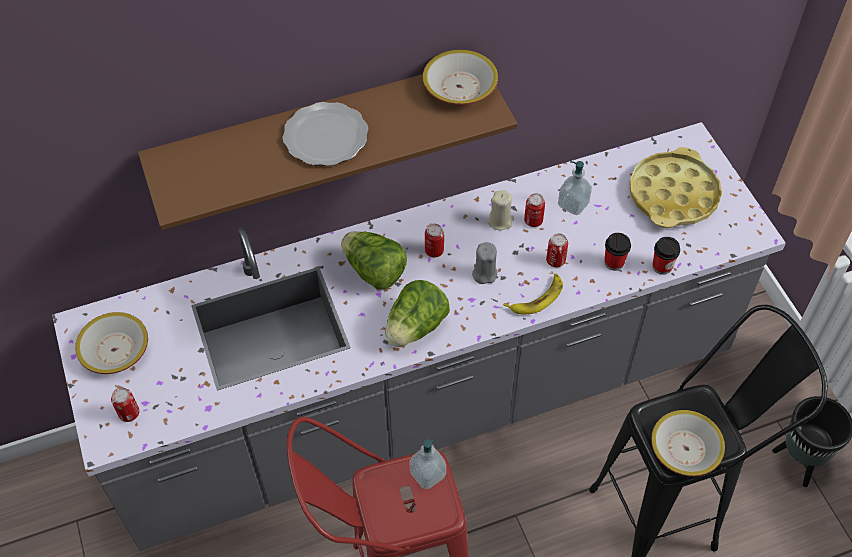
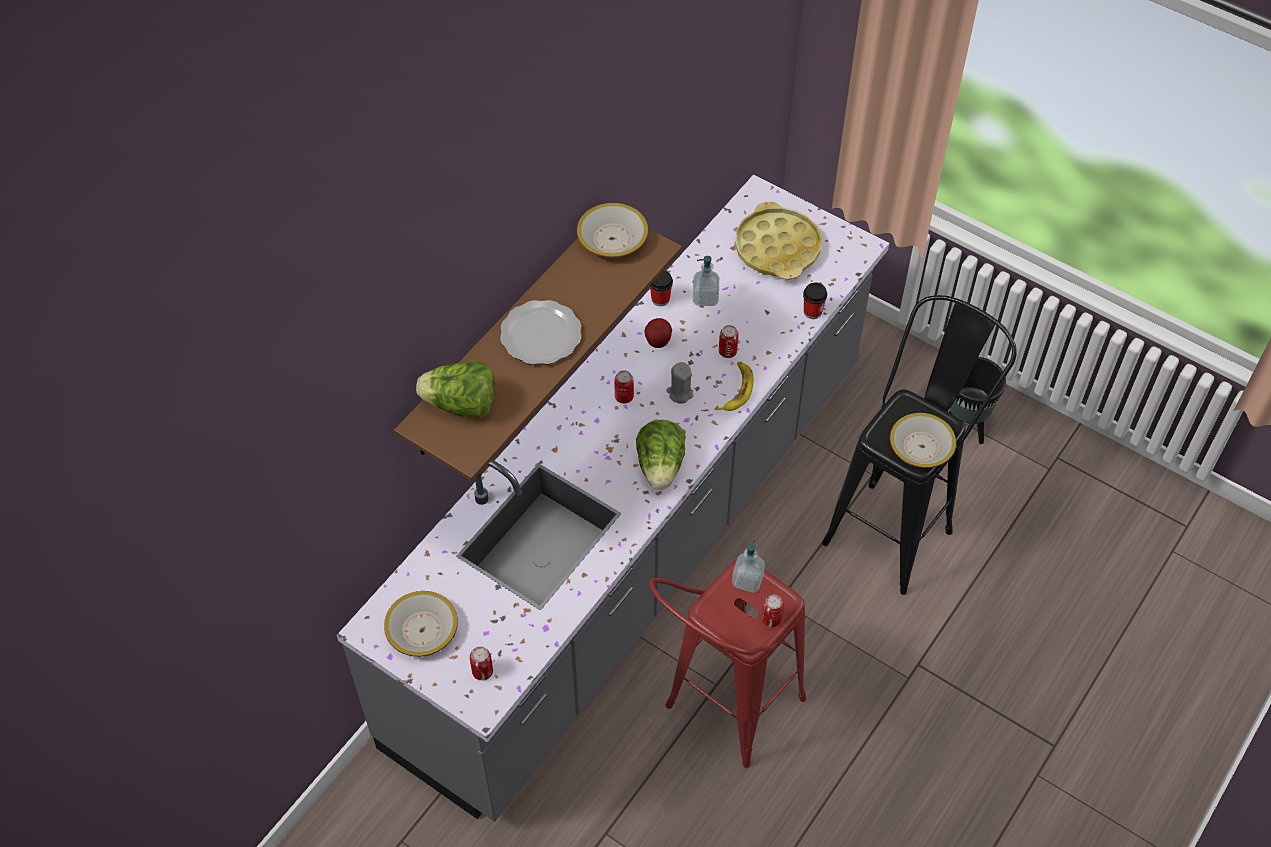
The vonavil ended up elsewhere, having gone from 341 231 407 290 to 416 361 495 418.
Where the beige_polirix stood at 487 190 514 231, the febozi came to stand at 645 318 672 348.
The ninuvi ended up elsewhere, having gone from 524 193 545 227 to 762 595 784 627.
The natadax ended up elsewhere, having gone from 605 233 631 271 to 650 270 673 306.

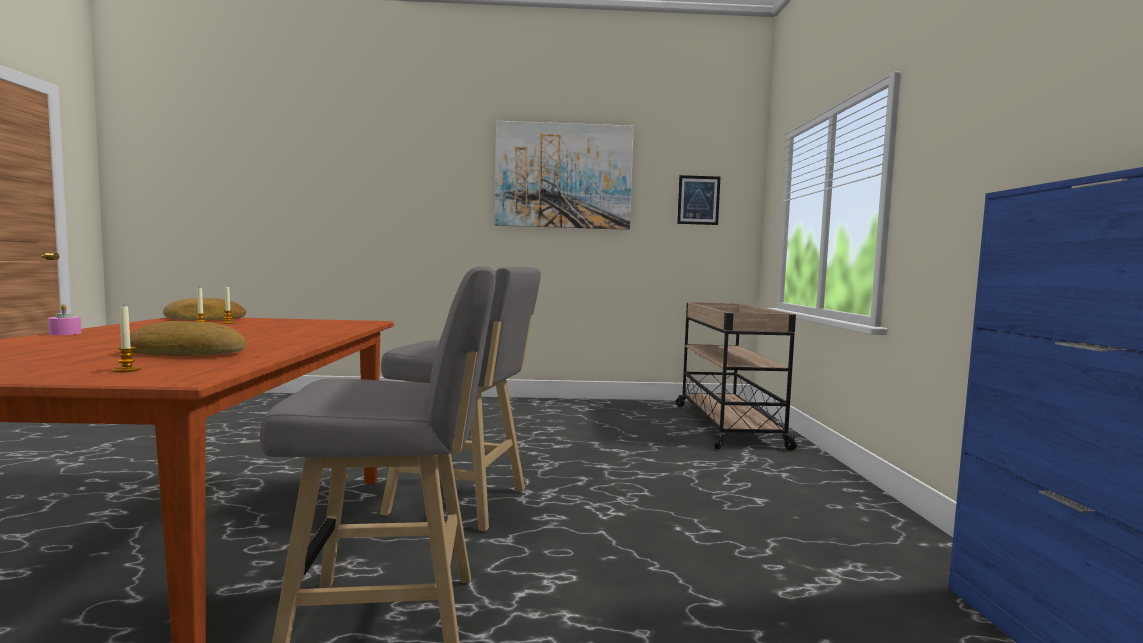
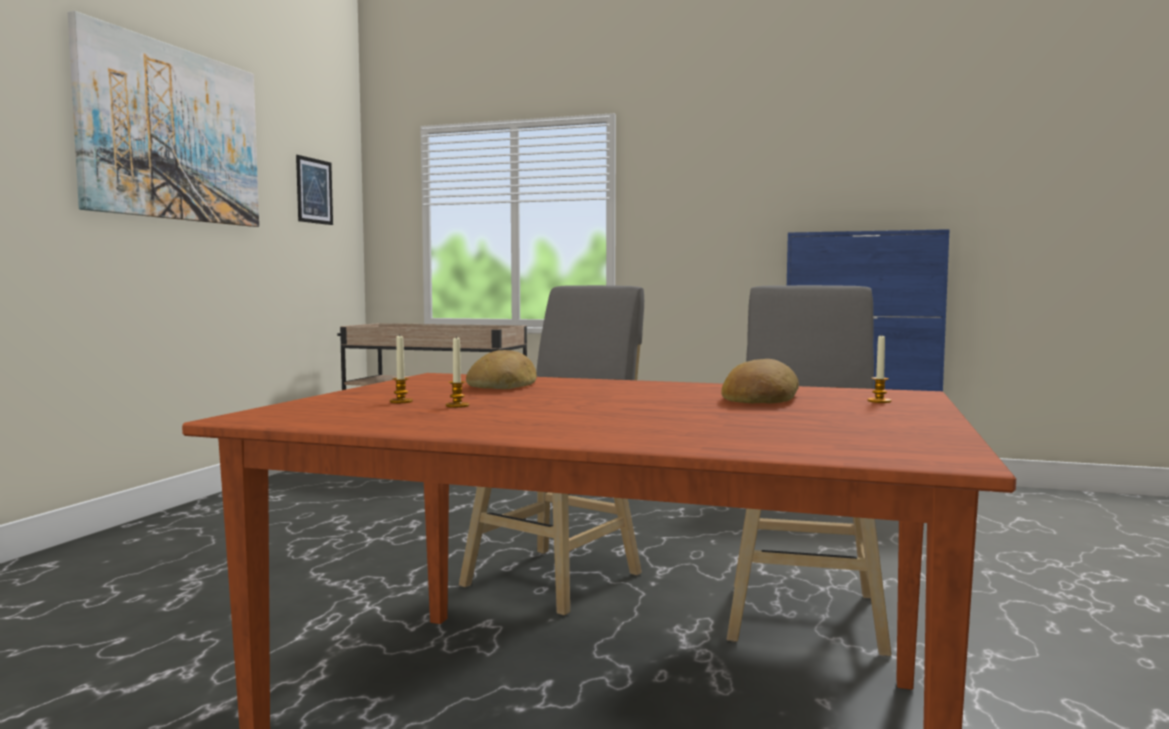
The second view lost the pink_polirix at 48 304 81 335.
The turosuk ended up elsewhere, having gone from 163 298 246 320 to 466 350 537 389.

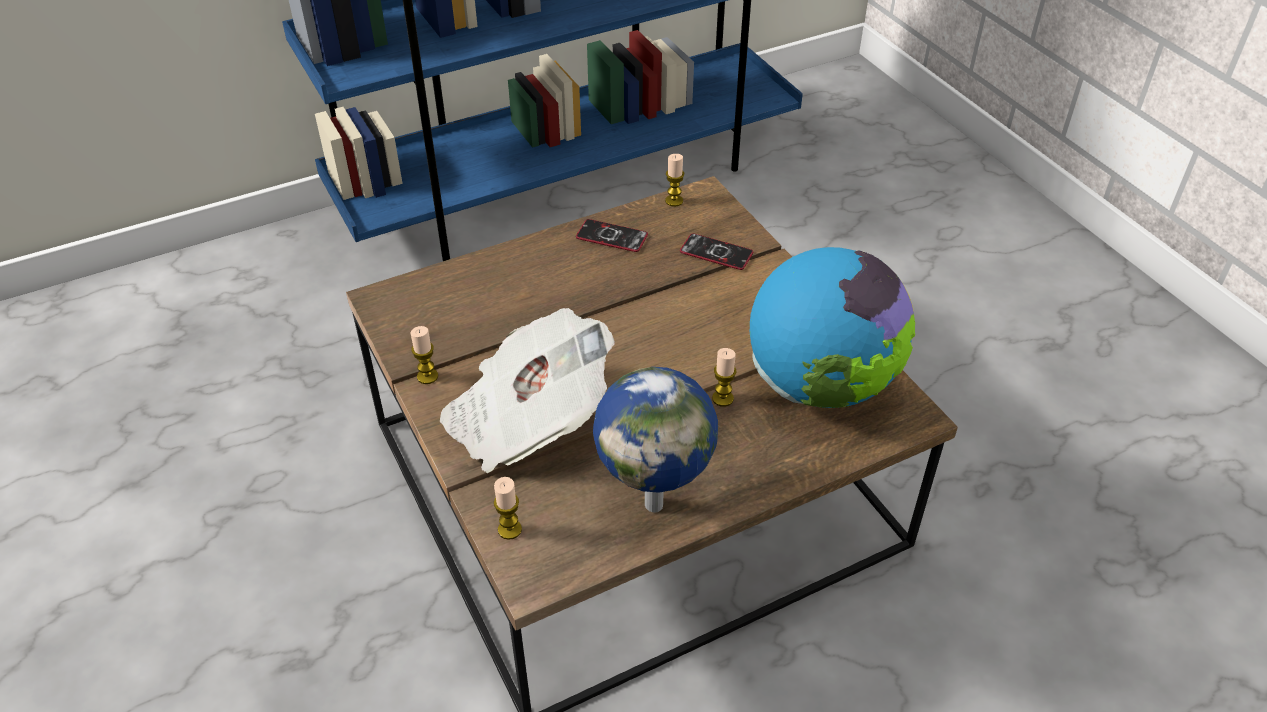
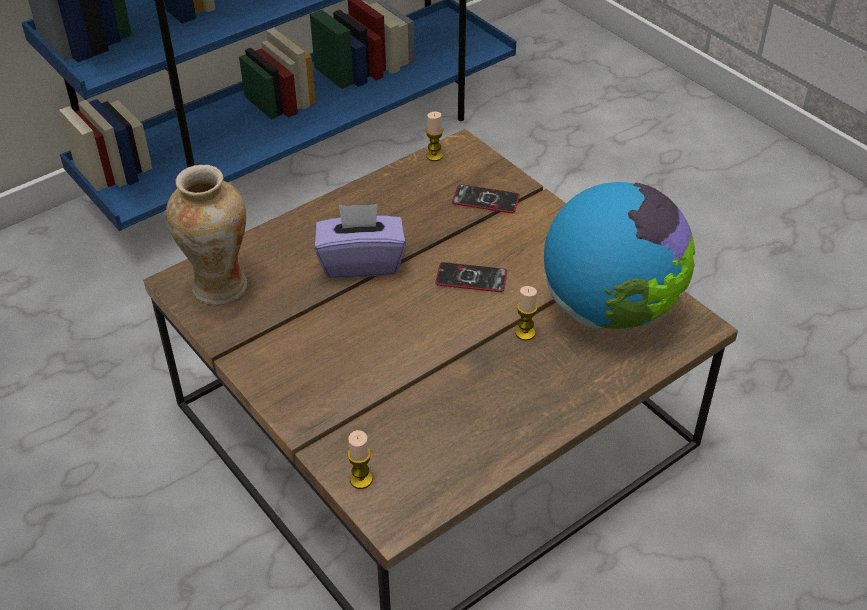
The second view lost the polirix at 411 326 438 384.
The second view lost the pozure at 440 308 615 473.
The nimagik ended up elsewhere, having gone from 576 219 648 252 to 435 262 507 292.
The second view lost the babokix at 593 367 718 512.
The second view gained the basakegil at 166 165 247 305.
The second view gained the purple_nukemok at 315 204 406 278.

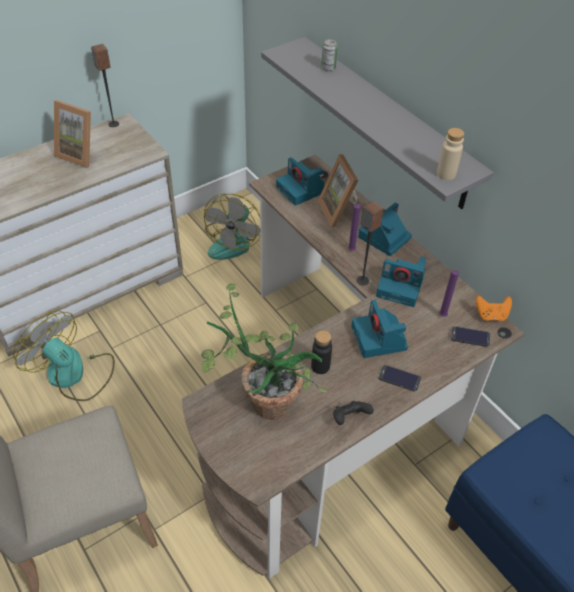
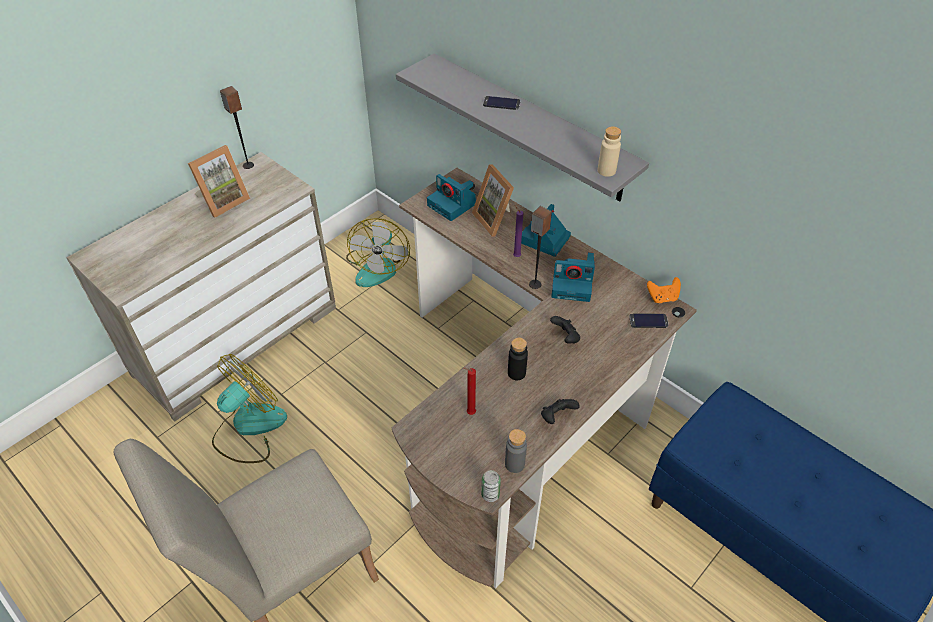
The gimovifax at 13 310 115 401 ended up facing another way, 105 degrees clockwise from before.
The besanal at 54 100 91 168 ended up facing another way, 60 degrees counterclockwise from before.
Where the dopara stood at 201 283 328 420, the red_polirix came to stand at 464 368 476 415.
The ninuvi ended up elsewhere, having gone from 321 39 338 71 to 481 470 501 502.
Where the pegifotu stood at 351 300 408 358, the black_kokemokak came to stand at 550 316 580 344.
The nimagik ended up elsewhere, having gone from 378 365 421 392 to 483 96 520 110.
The second view lost the purple_polirix at 439 270 459 317.
The second view gained the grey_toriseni at 505 429 527 473.

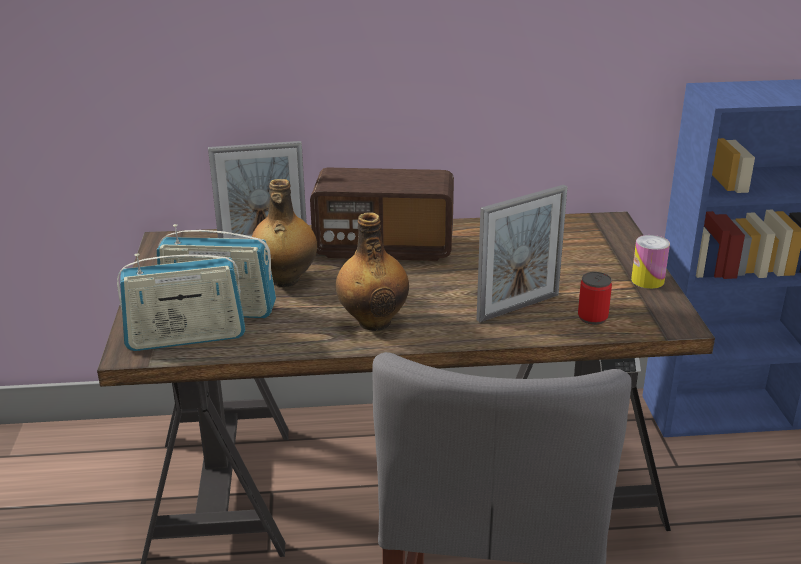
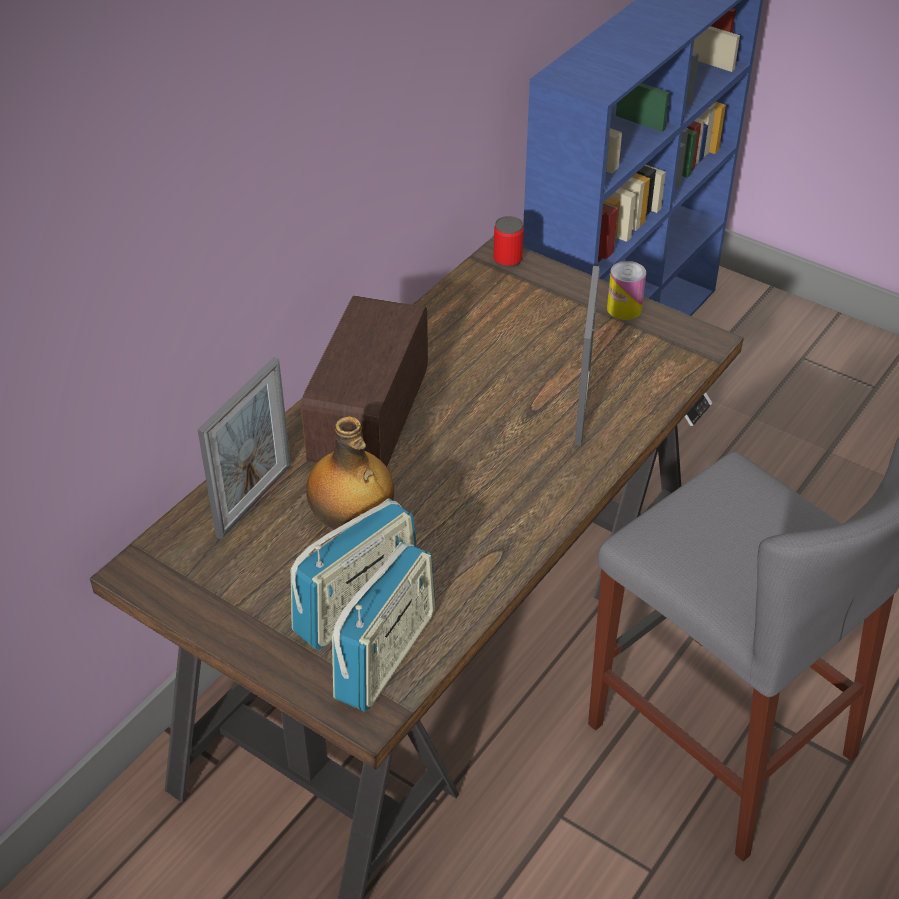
The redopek at 310 168 454 261 ended up facing another way, 150 degrees clockwise from before.
The second view lost the toriseni at 335 212 409 331.
The ninuvi ended up elsewhere, having gone from 578 272 612 325 to 494 216 524 268.

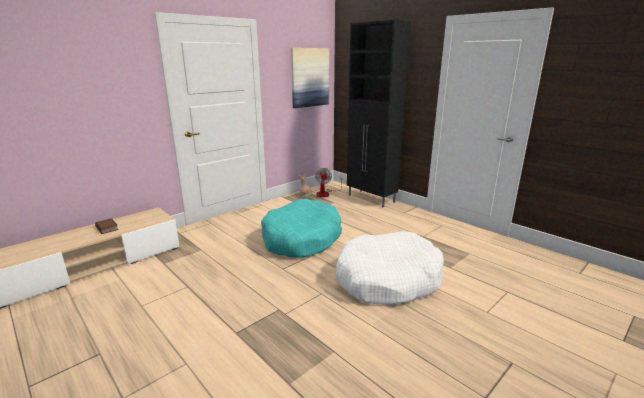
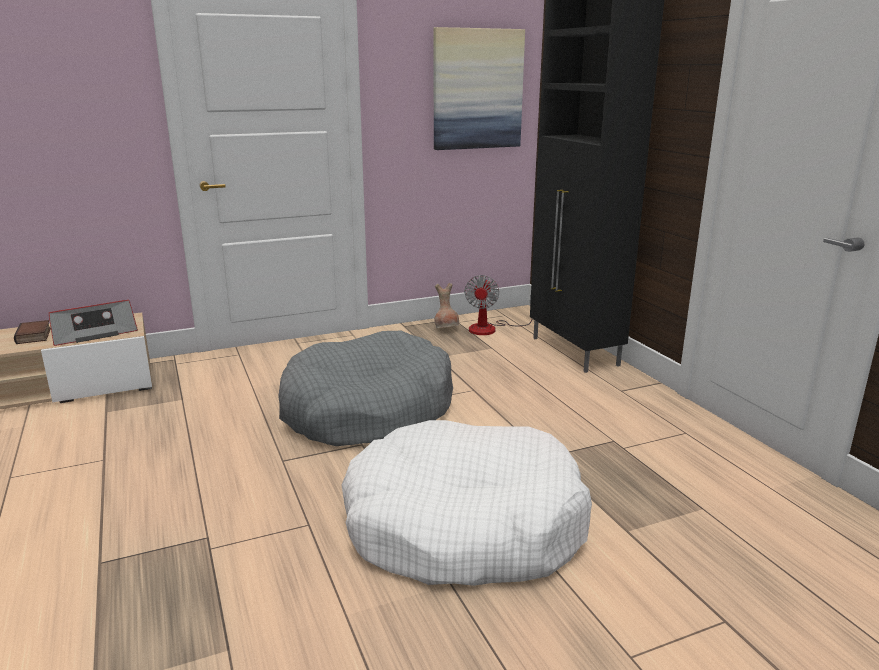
What was the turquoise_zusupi at 261 199 342 258 turned into the grey_zusupi at 278 331 453 446.
The second view gained the redopek at 49 300 138 346.

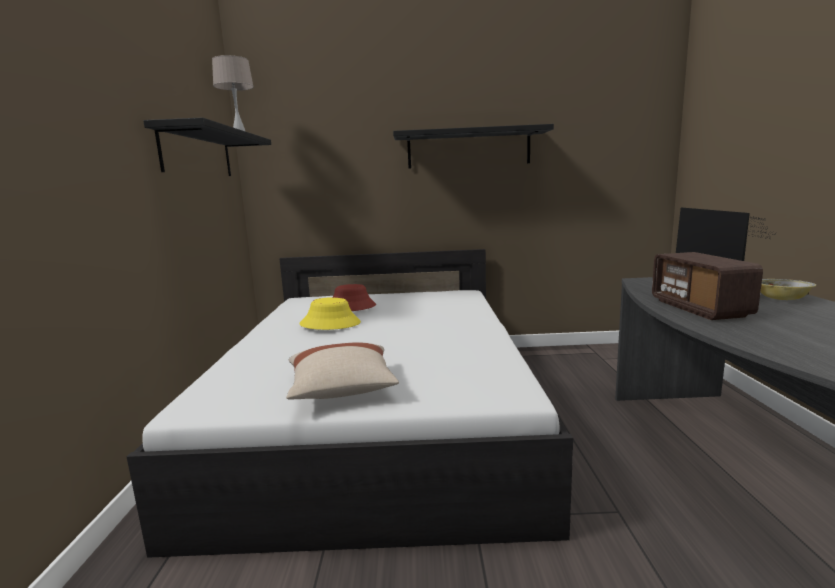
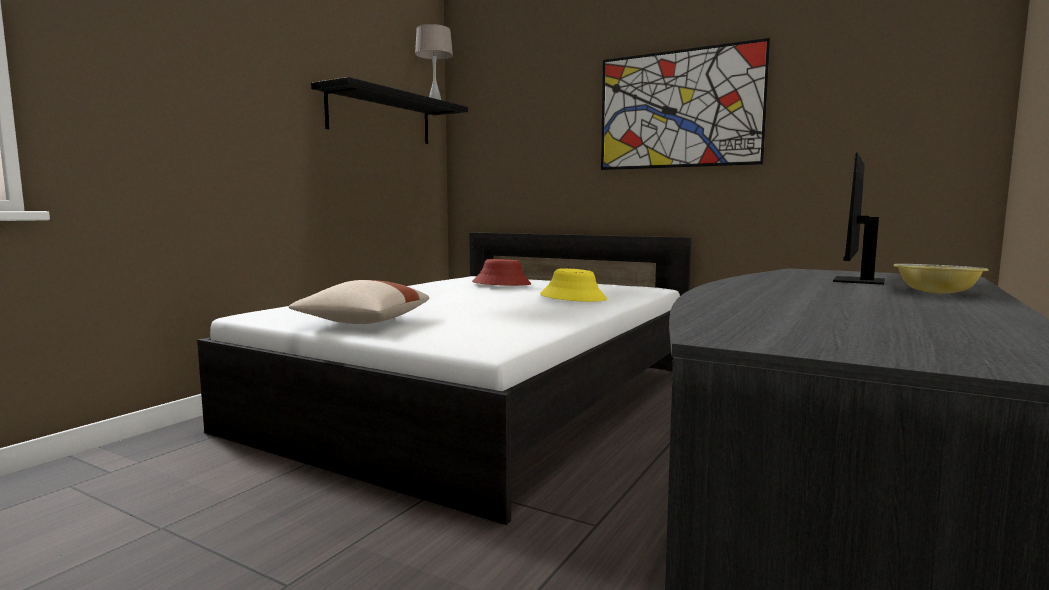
The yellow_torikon ended up elsewhere, having gone from 299 297 361 330 to 540 268 607 302.
Where the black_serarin hung at 393 124 554 169, the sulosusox came to hang at 601 38 770 170.
The second view lost the redopek at 652 252 763 320.

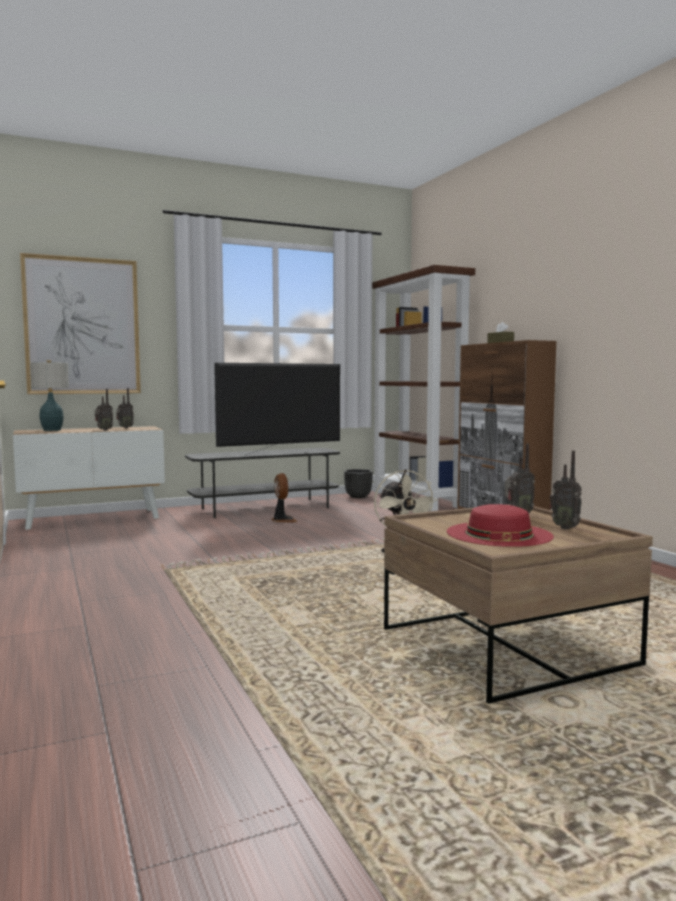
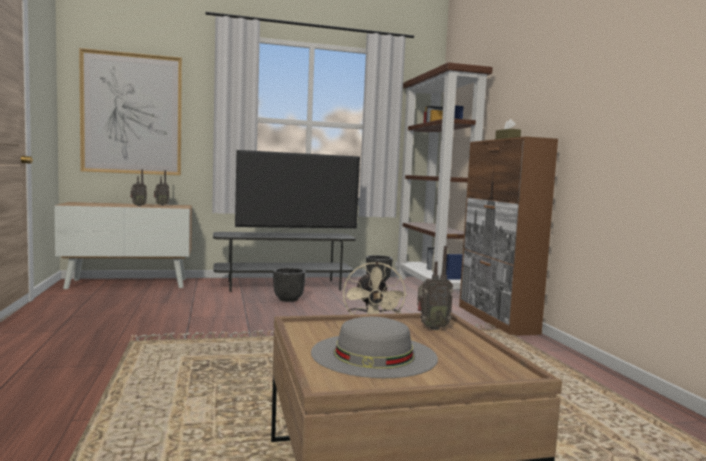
The second view lost the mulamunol at 30 360 69 431.
Where the gimovifax stood at 271 473 297 523, the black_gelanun came to stand at 273 268 306 302.
What was the red_torikon at 447 504 554 547 turned into the grey_torikon at 311 317 438 378.
The second view lost the redopek at 550 450 582 530.

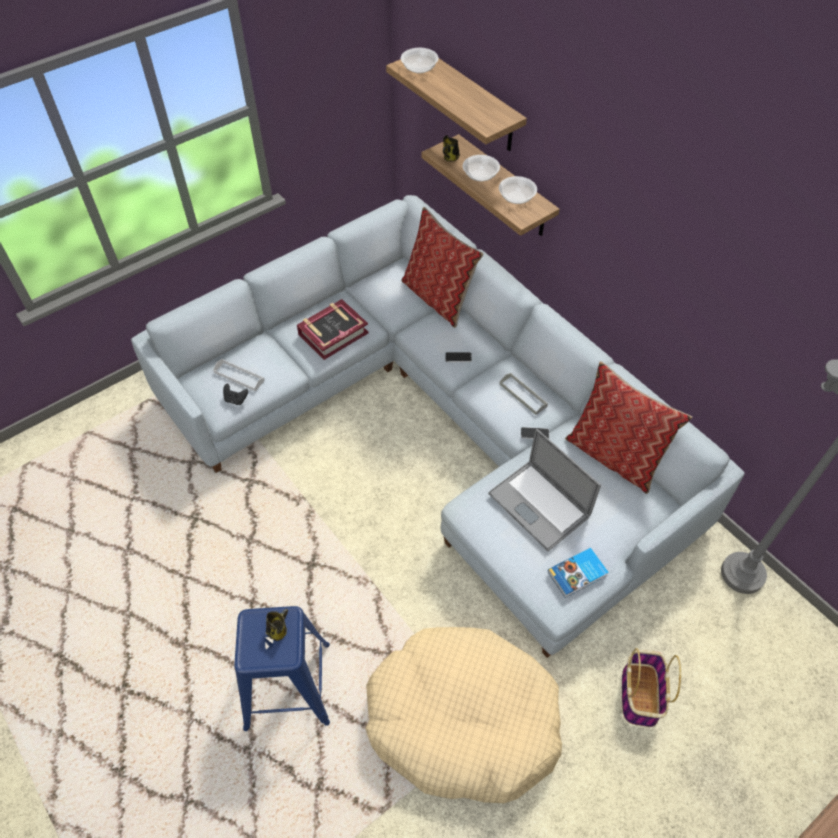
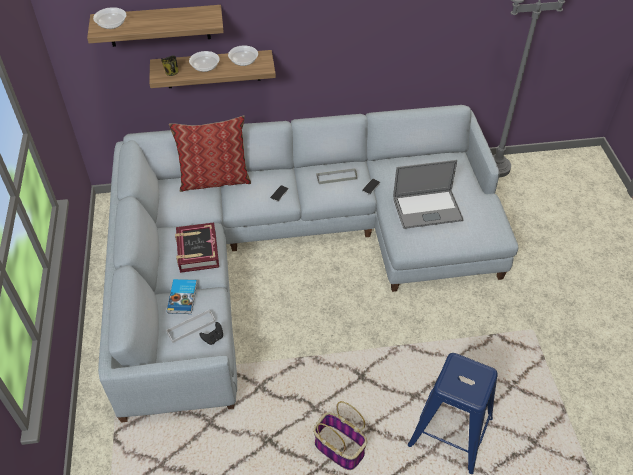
The second view lost the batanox at 266 609 288 641.
The second view lost the beige_zusupi at 365 627 562 803.
The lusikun ended up elsewhere, having gone from 548 548 609 598 to 167 279 197 314.
The second view lost the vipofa at 565 361 692 494.
The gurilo ended up elsewhere, having gone from 622 648 681 727 to 313 401 367 470.

